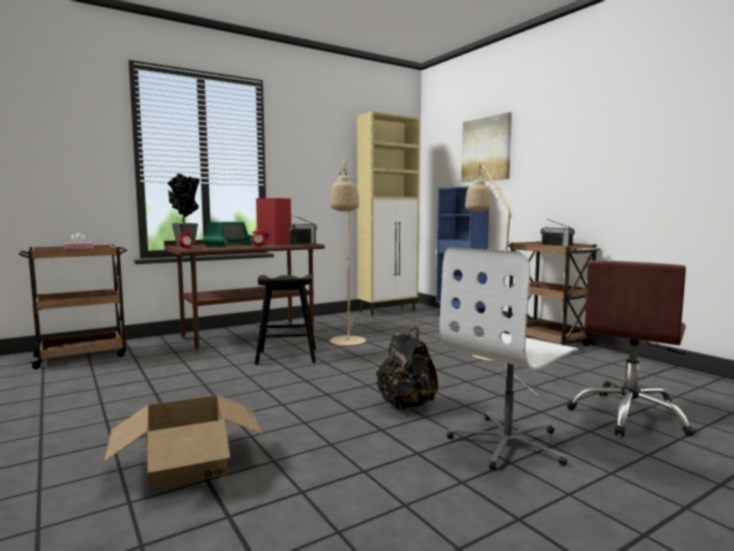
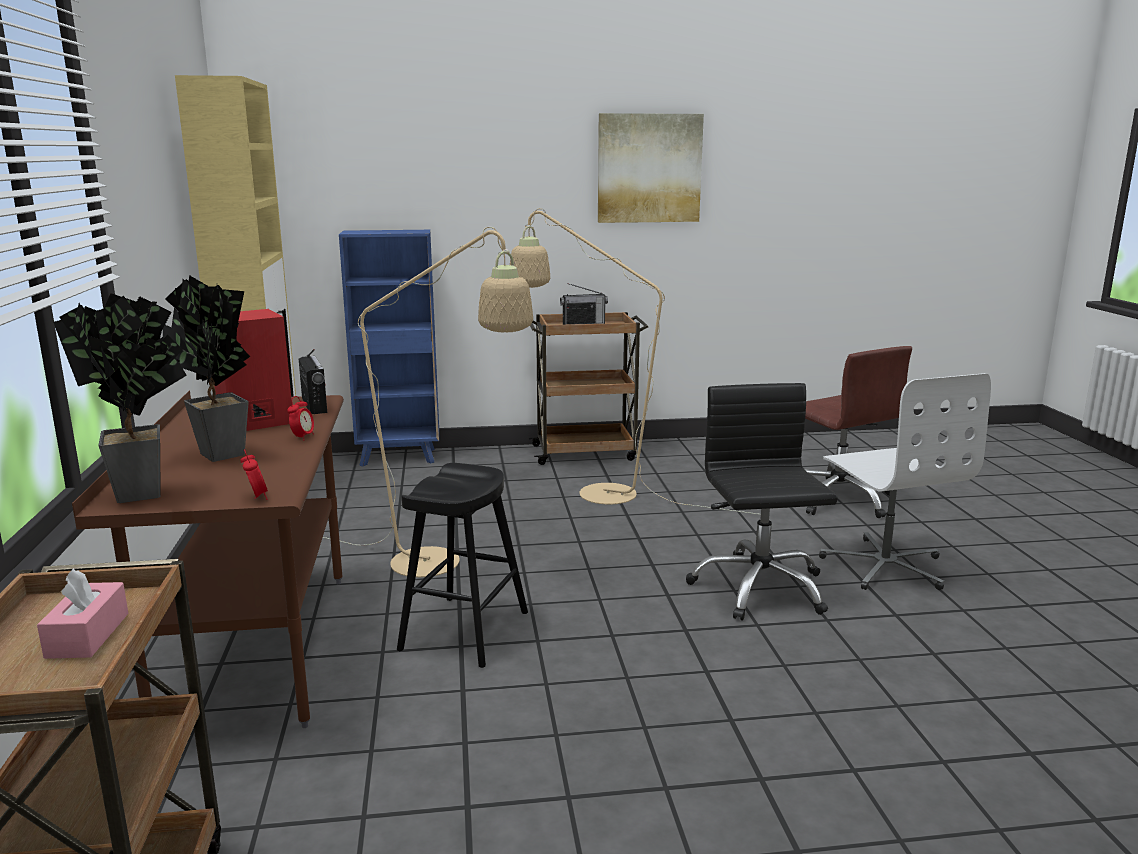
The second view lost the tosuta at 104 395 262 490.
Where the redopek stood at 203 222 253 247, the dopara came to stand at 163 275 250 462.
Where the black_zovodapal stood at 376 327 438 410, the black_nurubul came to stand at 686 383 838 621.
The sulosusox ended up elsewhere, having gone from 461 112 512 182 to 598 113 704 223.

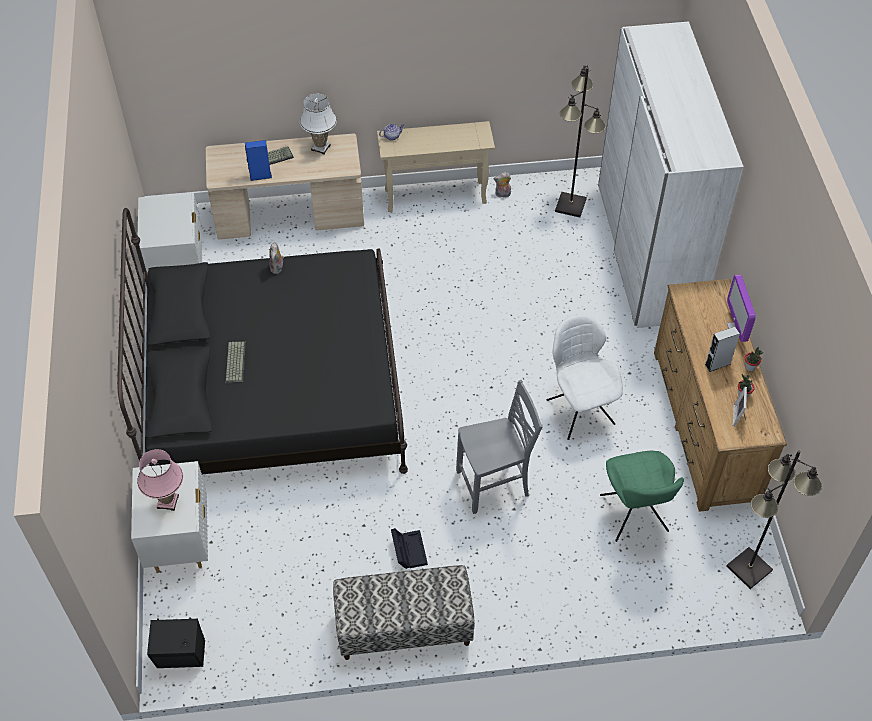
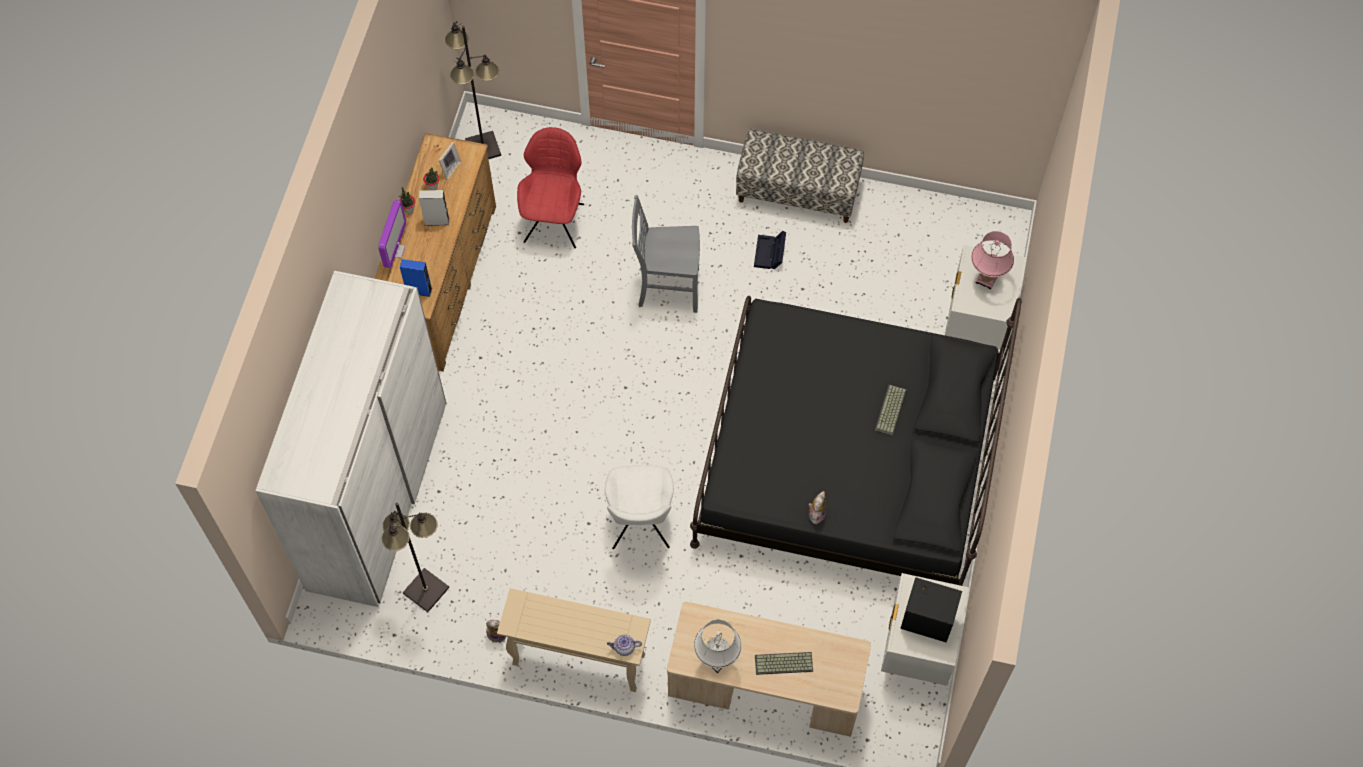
The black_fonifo ended up elsewhere, having gone from 147 617 205 668 to 900 577 962 642.
The blue_fonifo ended up elsewhere, having gone from 245 140 272 181 to 400 259 432 297.
The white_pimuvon ended up elsewhere, having gone from 547 314 623 440 to 605 466 674 549.
What was the green_pimuvon at 600 451 684 542 turned into the red_pimuvon at 517 127 584 248.

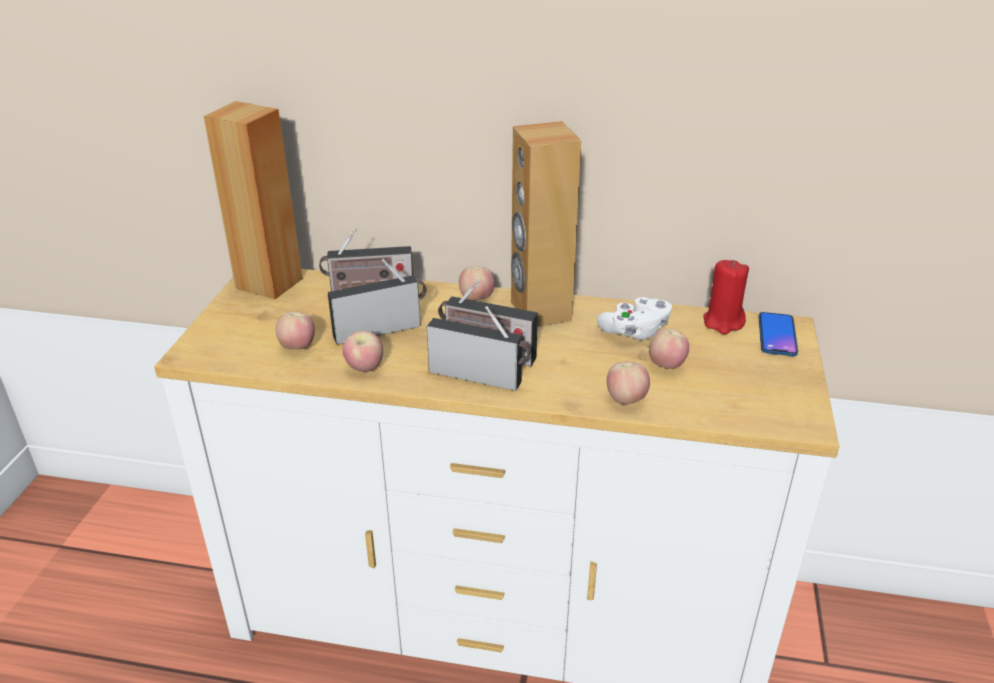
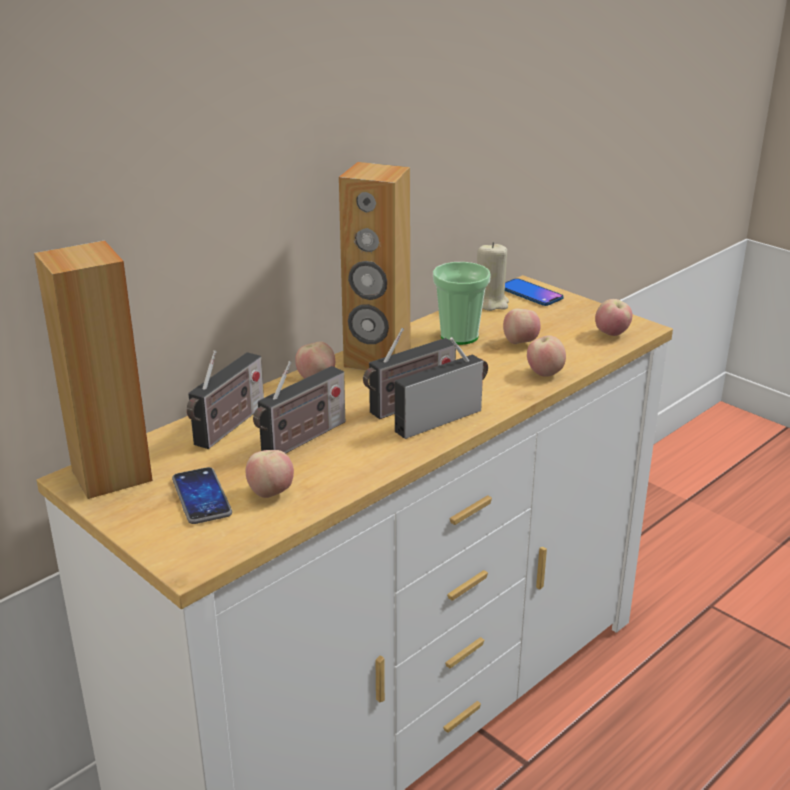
The redopek at 328 259 427 345 ended up facing another way, 150 degrees counterclockwise from before.
The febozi ended up elsewhere, having gone from 342 331 383 372 to 595 299 633 336.
Where the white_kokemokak stood at 597 297 672 340, the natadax came to stand at 433 262 491 345.
What was the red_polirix at 703 260 749 334 turned into the beige_polirix at 477 242 509 311.
The second view gained the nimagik at 172 467 232 524.

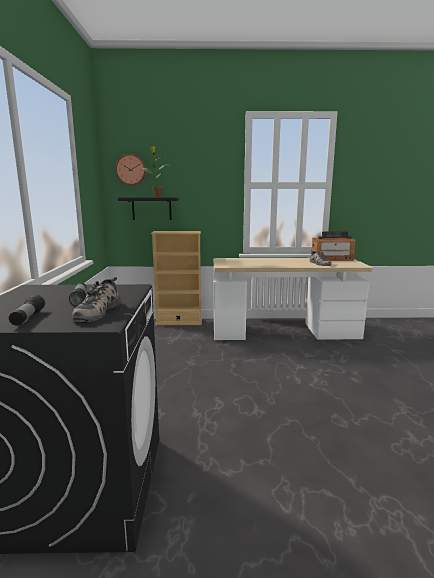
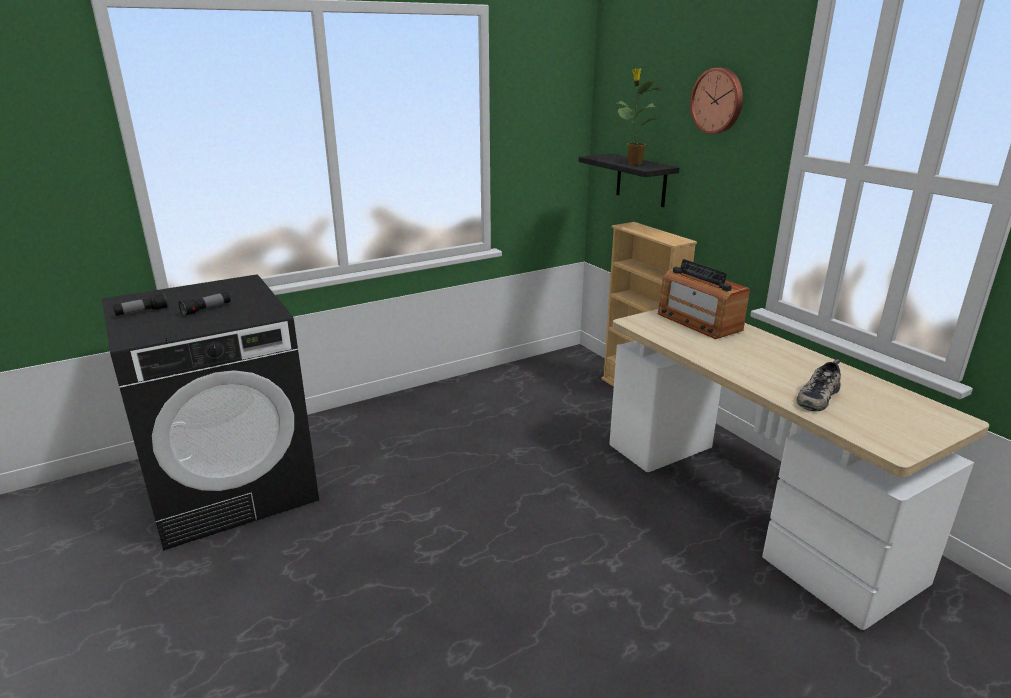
The second view lost the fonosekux at 72 277 121 323.
The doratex ended up elsewhere, having gone from 116 154 146 185 to 690 68 743 134.
The redopek ended up elsewhere, having gone from 312 231 355 261 to 658 259 750 339.

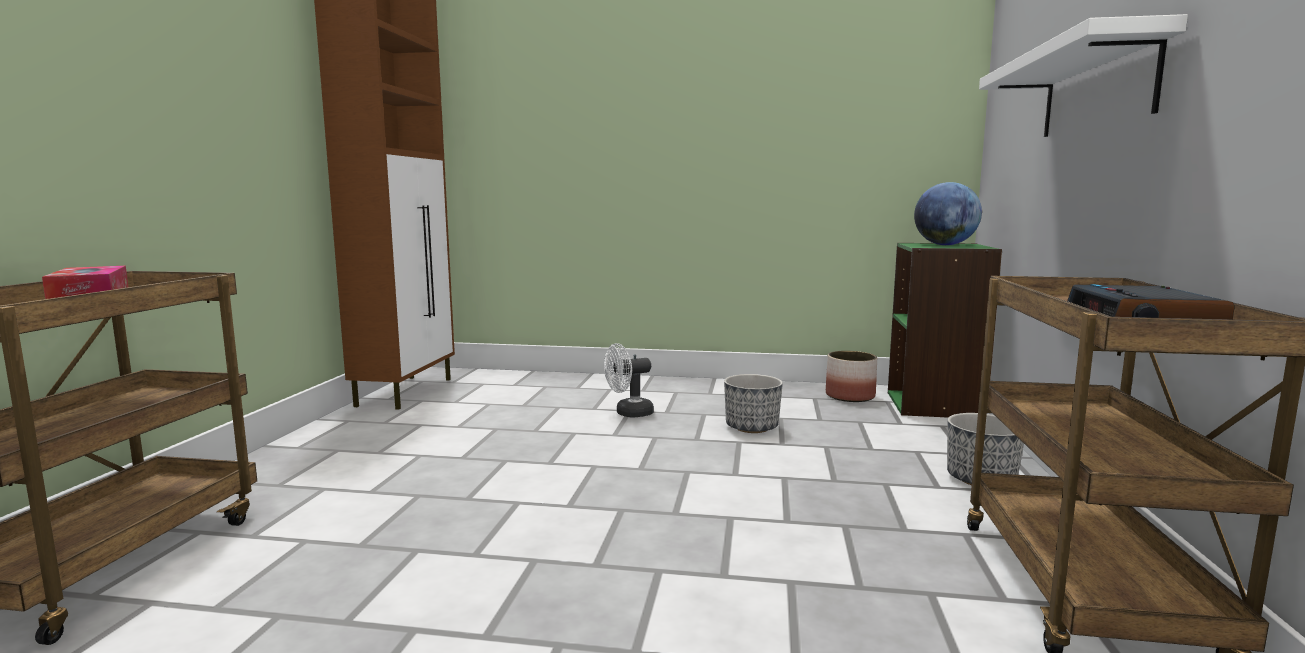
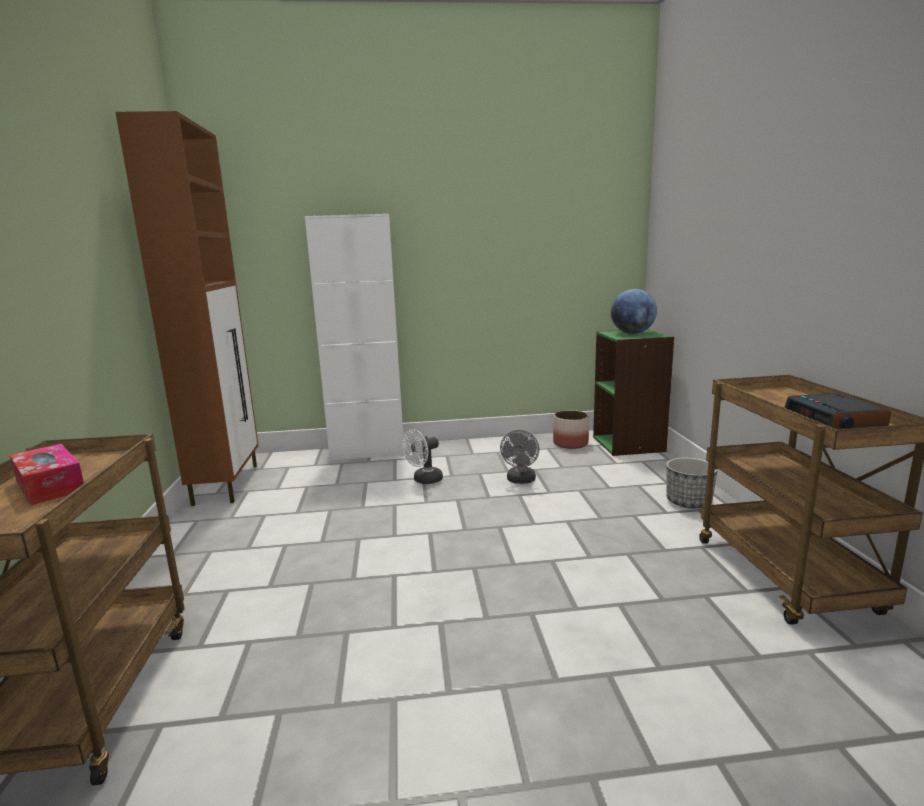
Where the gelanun stood at 724 374 783 433, the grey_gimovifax came to stand at 500 430 539 484.
The second view lost the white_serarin at 979 14 1188 137.
The second view gained the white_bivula at 305 214 404 461.

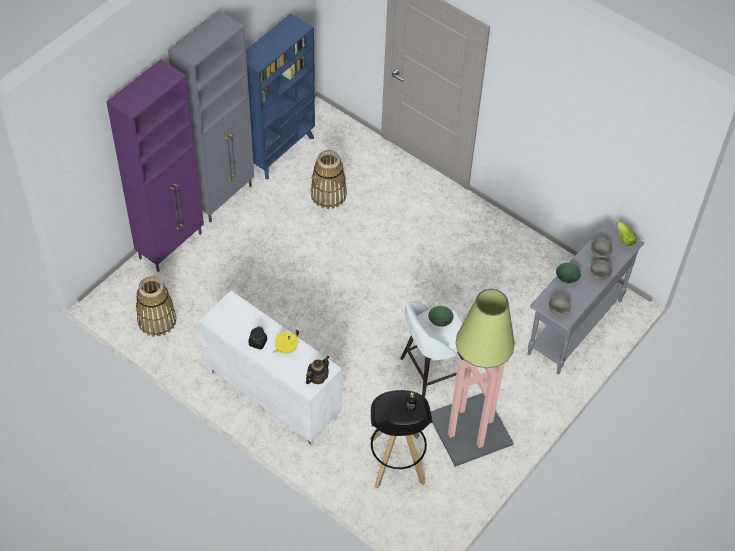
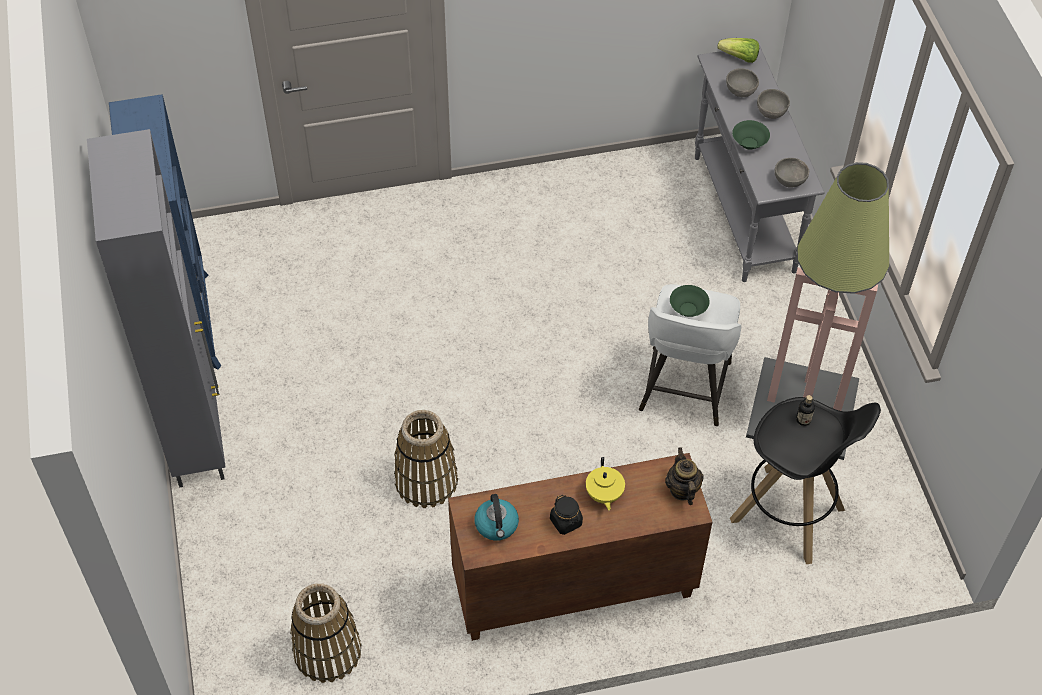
The second view lost the purple_bivula at 106 59 204 272.
What was the white_bivula at 199 290 342 447 turned into the brown_bivula at 448 453 712 641.
The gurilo ended up elsewhere, having gone from 311 150 347 209 to 394 410 458 508.
The second view gained the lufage at 475 494 519 541.

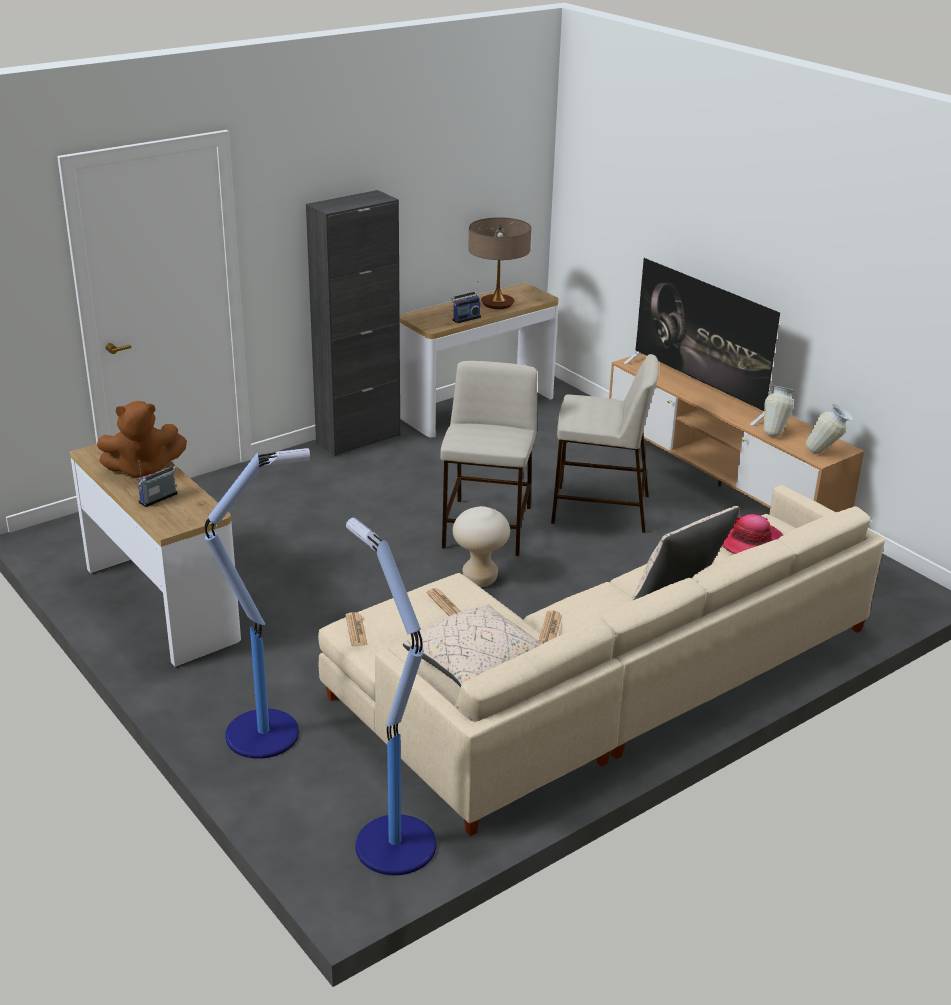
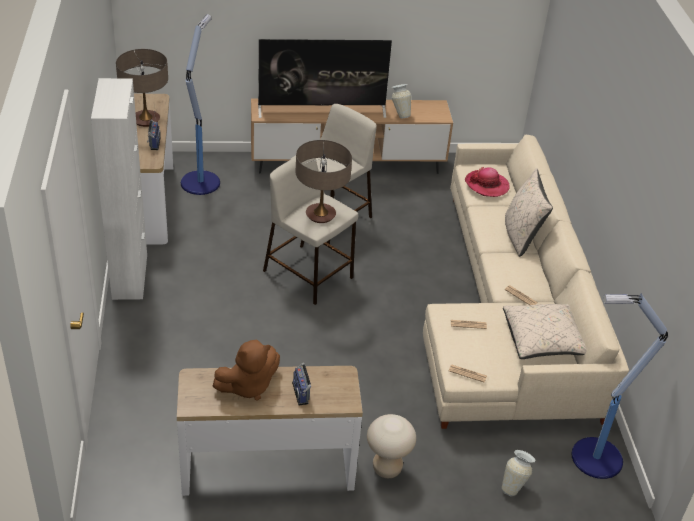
The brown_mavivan at 97 401 187 478 ended up facing another way, 45 degrees clockwise from before.
The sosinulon ended up elsewhere, having gone from 205 448 310 759 to 181 14 220 195.
What was the black_bivula at 306 190 400 456 turned into the white_bivula at 91 78 147 300.
The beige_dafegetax ended up elsewhere, having gone from 453 506 510 587 to 367 414 416 478.
The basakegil ended up elsewhere, having gone from 806 404 853 454 to 502 450 536 496.
The second view gained the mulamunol at 296 140 352 223.

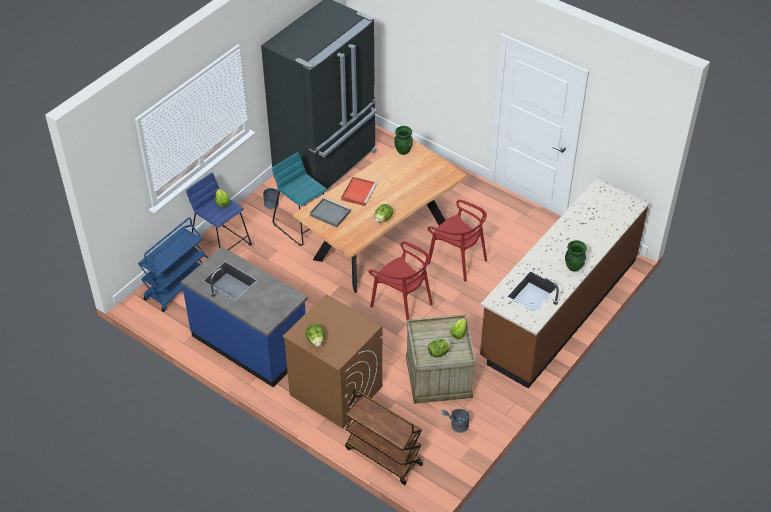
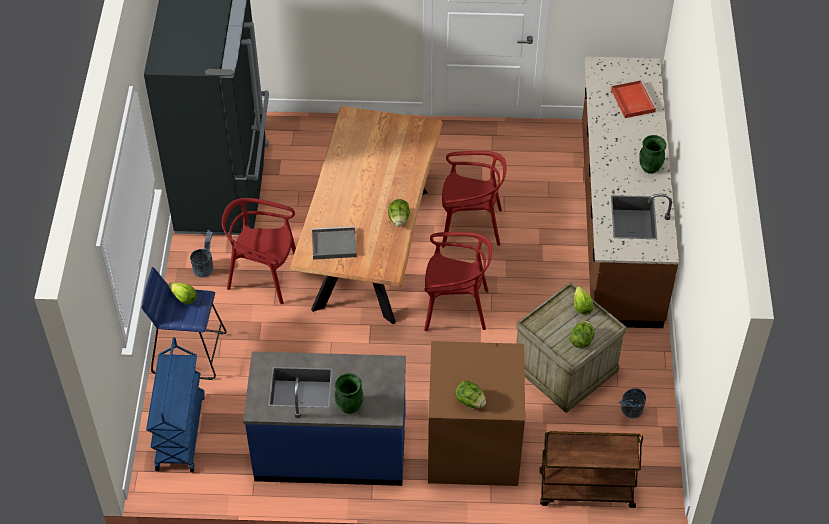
Where the turquoise_dafegetax stood at 272 152 327 246, the red_pimuvon came to stand at 222 198 296 304.
The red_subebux ended up elsewhere, having gone from 341 177 377 206 to 611 80 657 118.
The green_basakegil ended up elsewhere, having gone from 394 126 413 155 to 335 373 364 414.

